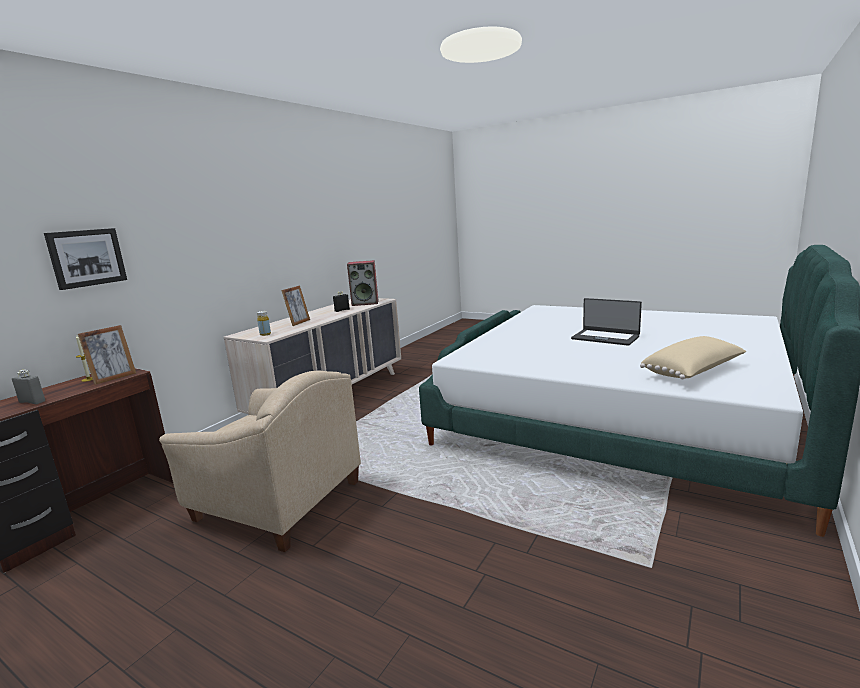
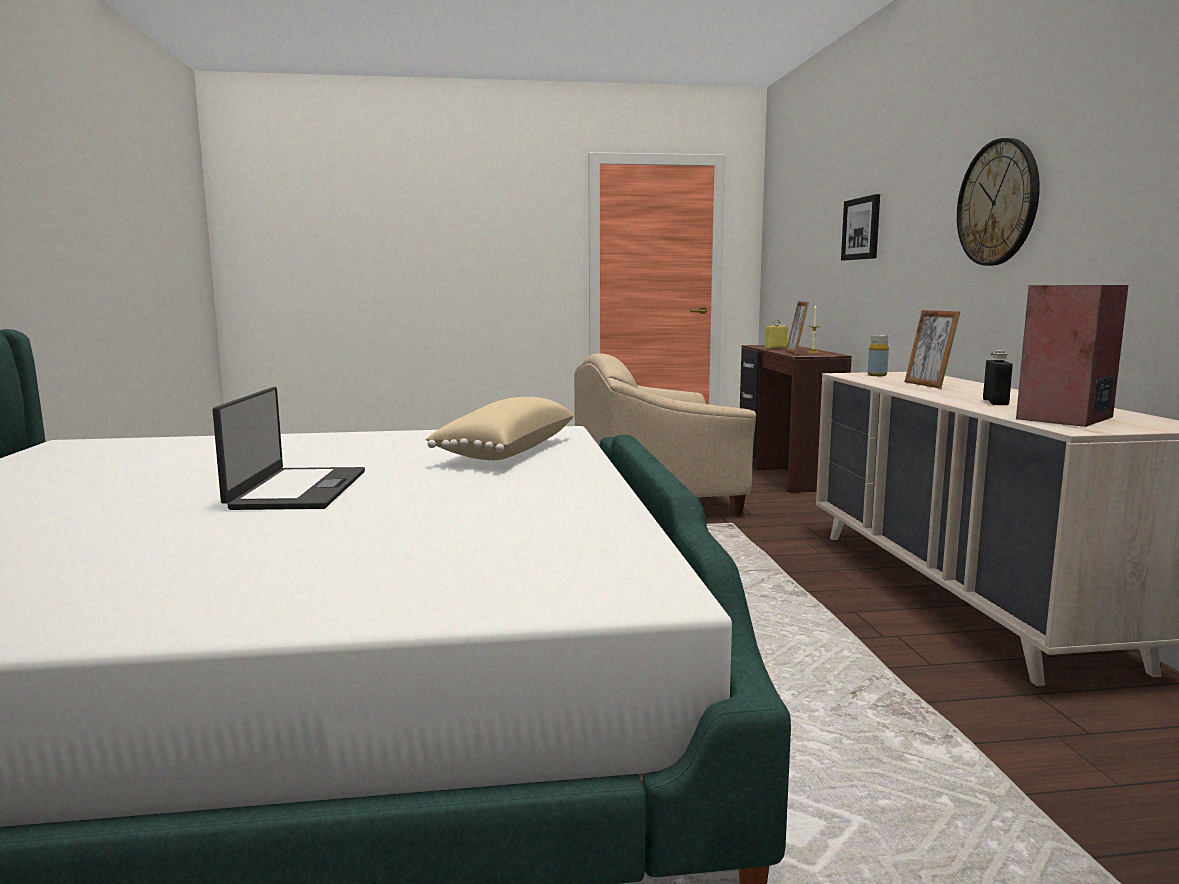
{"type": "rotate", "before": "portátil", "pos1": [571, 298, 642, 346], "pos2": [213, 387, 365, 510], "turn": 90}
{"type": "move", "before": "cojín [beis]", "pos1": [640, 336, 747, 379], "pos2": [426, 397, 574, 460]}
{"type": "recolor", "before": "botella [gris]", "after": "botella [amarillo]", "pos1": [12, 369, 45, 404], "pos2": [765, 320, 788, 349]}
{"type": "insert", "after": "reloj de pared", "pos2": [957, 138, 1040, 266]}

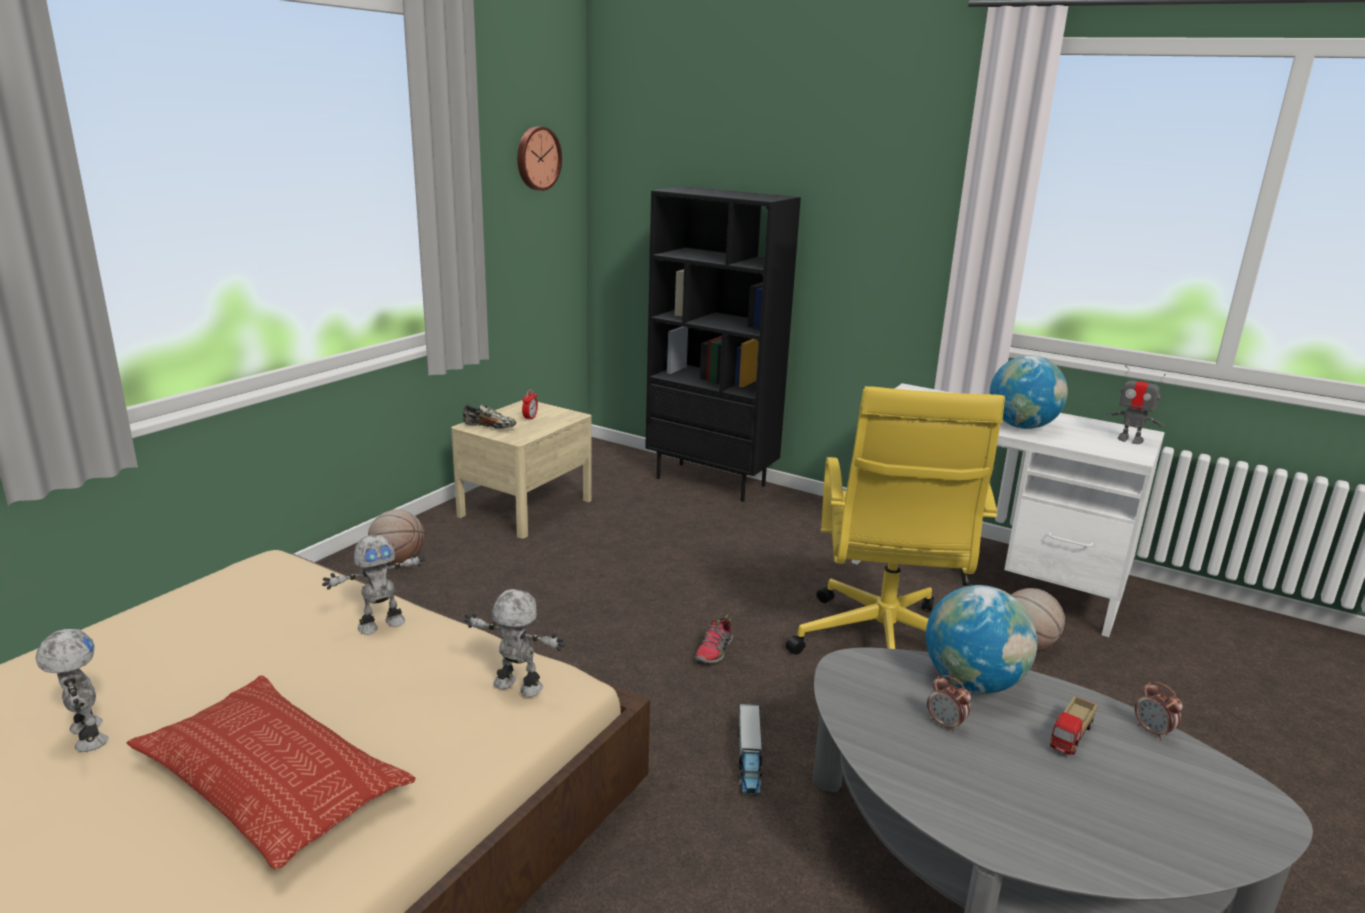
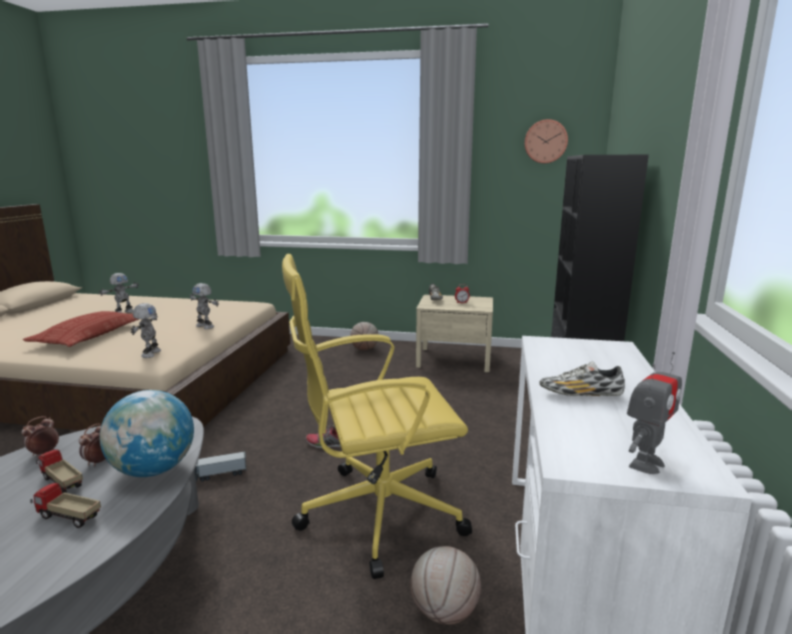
{"type": "replace", "before": "globo terráqueo", "after": "zapato", "pos1": [990, 356, 1068, 429], "pos2": [539, 361, 625, 396]}
{"type": "rotate", "before": "robot de juguete", "pos1": [1106, 365, 1166, 444], "pos2": [627, 352, 682, 474], "turn": -150}
{"type": "move", "before": "despertador", "pos1": [1135, 682, 1183, 740], "pos2": [21, 416, 59, 457]}
{"type": "insert", "after": "camión de juguete", "pos2": [36, 449, 83, 493]}

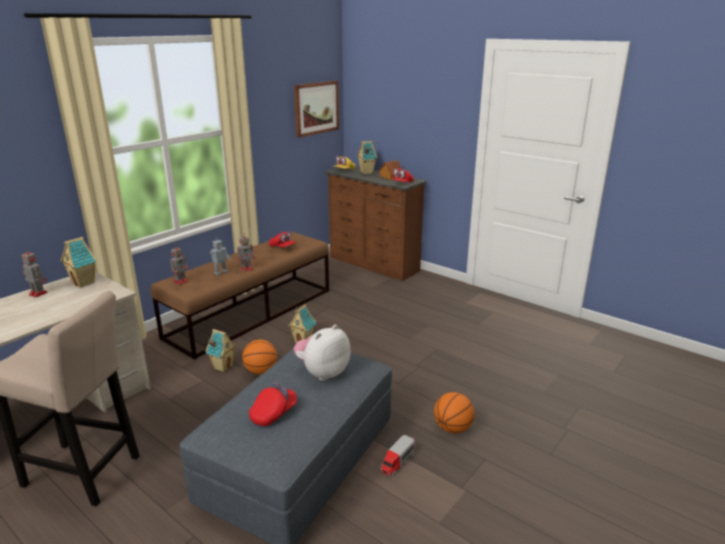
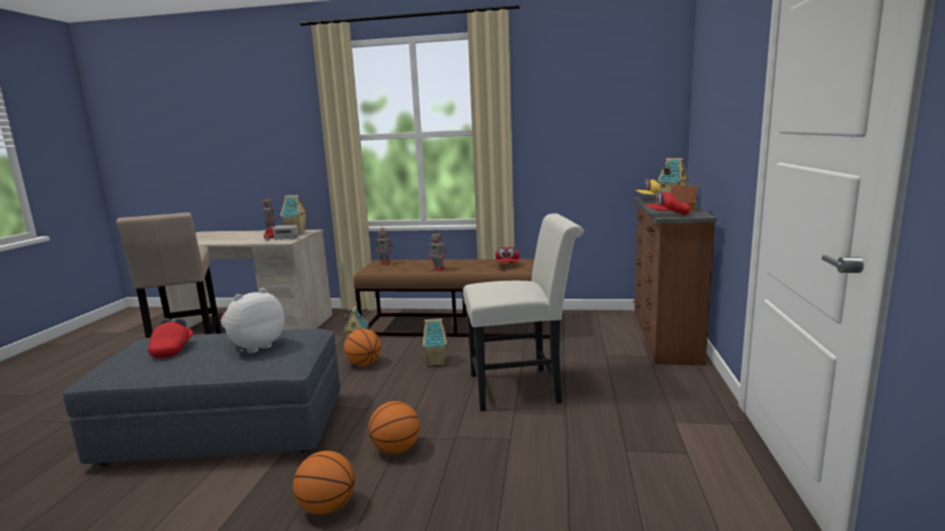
{"type": "delete", "before": "cuadro", "pos1": [294, 81, 339, 138]}
{"type": "delete", "before": "robot de juguete", "pos1": [210, 237, 231, 276]}
{"type": "rotate", "before": "peluche", "pos1": [294, 325, 351, 381], "pos2": [221, 288, 285, 353], "turn": -60}
{"type": "rotate", "before": "gorra [rojo]", "pos1": [249, 382, 297, 426], "pos2": [148, 318, 193, 358], "turn": -105}
{"type": "move", "before": "camión de juguete", "pos1": [381, 435, 415, 475], "pos2": [264, 225, 299, 240]}
{"type": "insert", "after": "silla [blanco]", "pos2": [463, 213, 584, 411]}
{"type": "insert", "after": "balón de baloncesto", "pos2": [369, 401, 420, 454]}

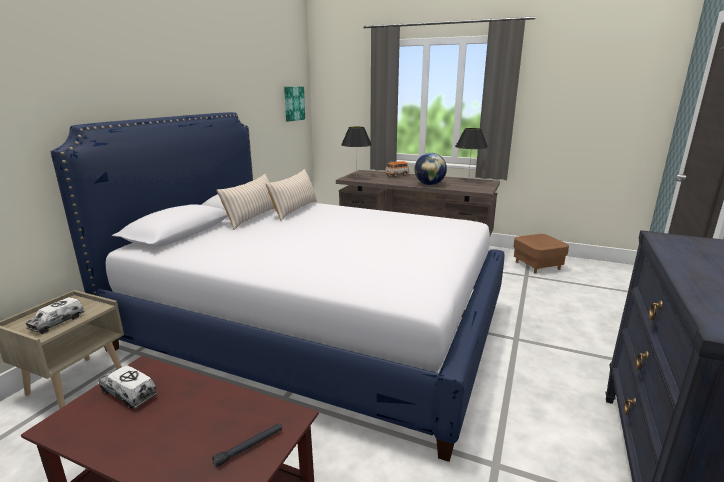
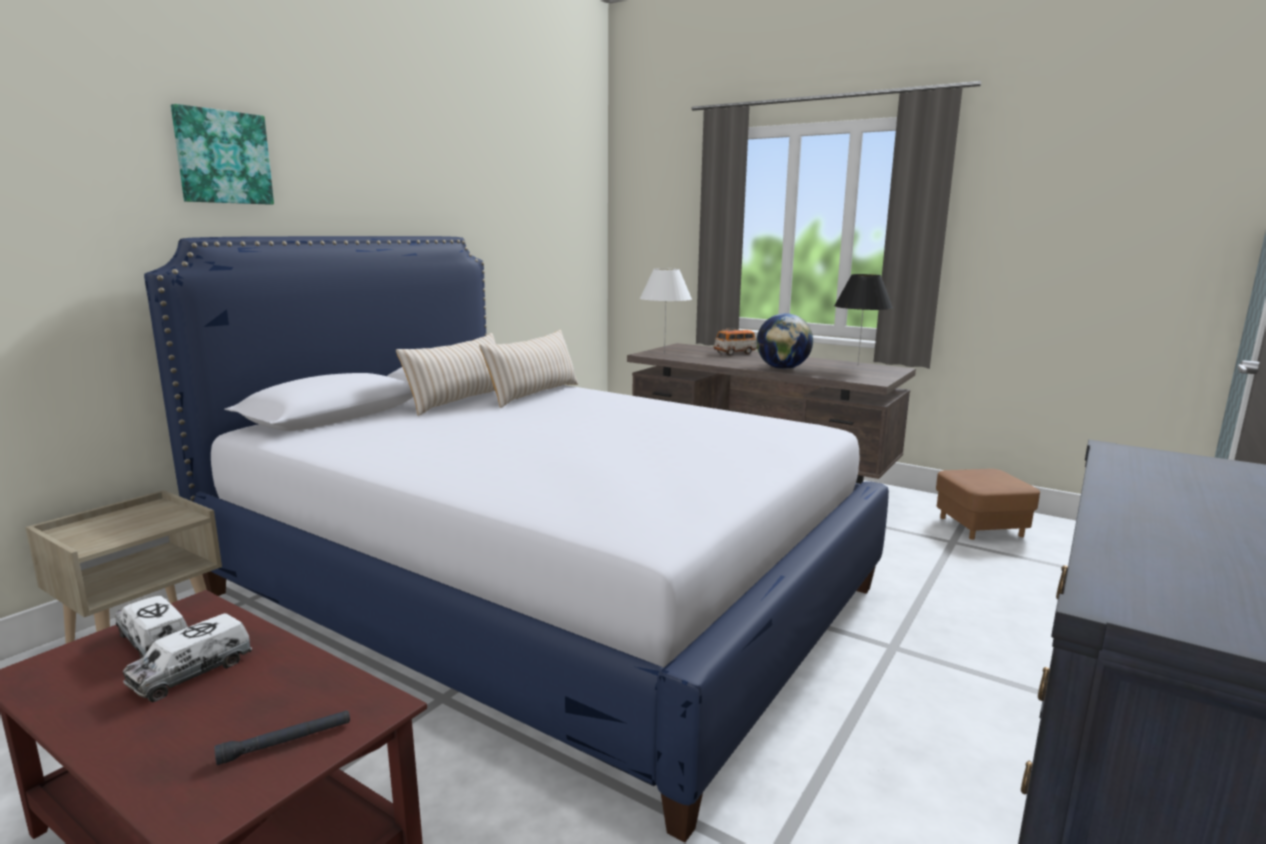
{"type": "move", "before": "cuadro", "pos1": [284, 87, 305, 122], "pos2": [171, 104, 274, 205]}
{"type": "recolor", "before": "lámpara de mesa [negro]", "after": "lámpara de mesa [blanco]", "pos1": [341, 127, 372, 166], "pos2": [640, 268, 692, 353]}
{"type": "move", "before": "camión de juguete", "pos1": [26, 297, 84, 334], "pos2": [123, 613, 252, 702]}

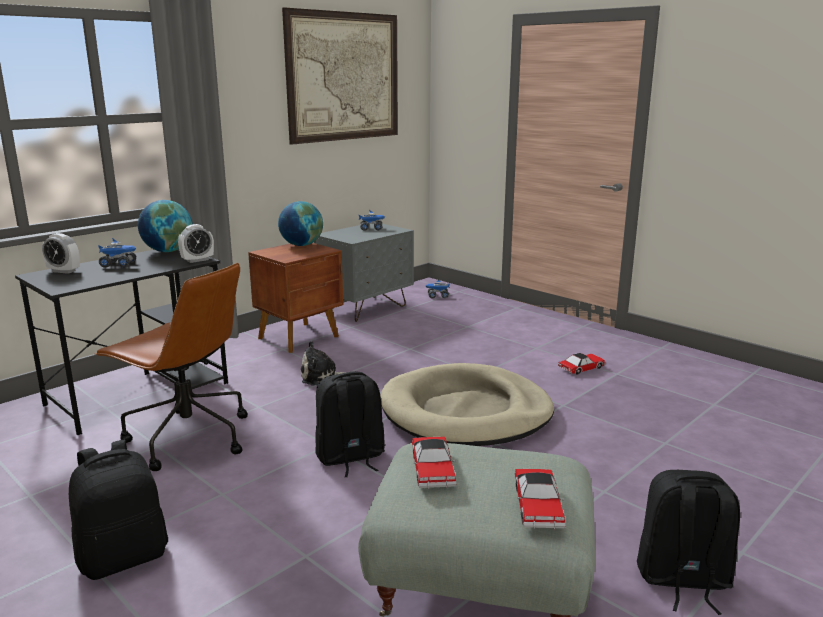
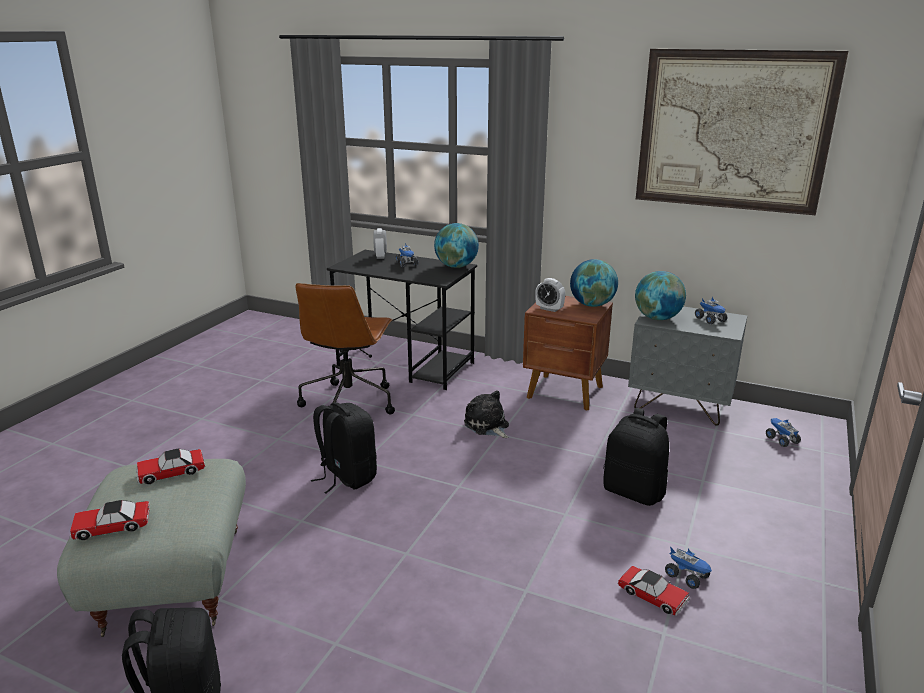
{"type": "move", "before": "despertador", "pos1": [178, 224, 214, 263], "pos2": [535, 278, 565, 312]}
{"type": "delete", "before": "cama para perro [beis]", "pos1": [380, 363, 554, 446]}
{"type": "move", "before": "mochila [negro]", "pos1": [69, 439, 168, 580], "pos2": [603, 408, 669, 506]}
{"type": "insert", "after": "globo terráqueo", "pos2": [635, 271, 686, 320]}
{"type": "insert", "after": "camión de juguete", "pos2": [665, 546, 712, 589]}

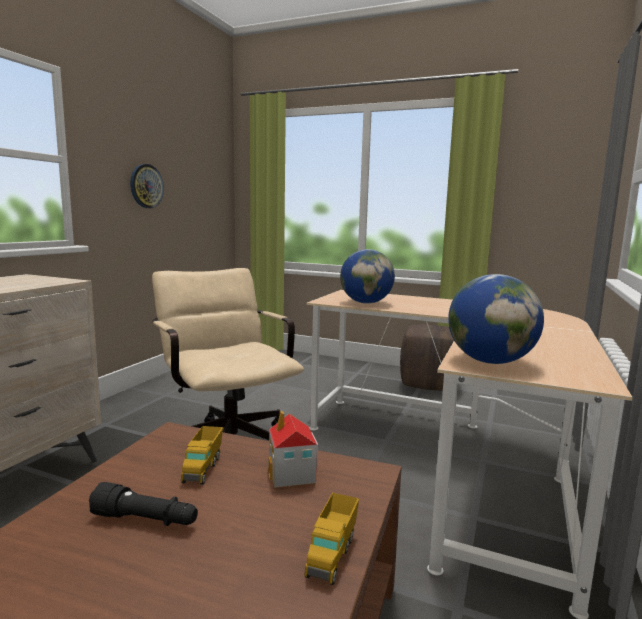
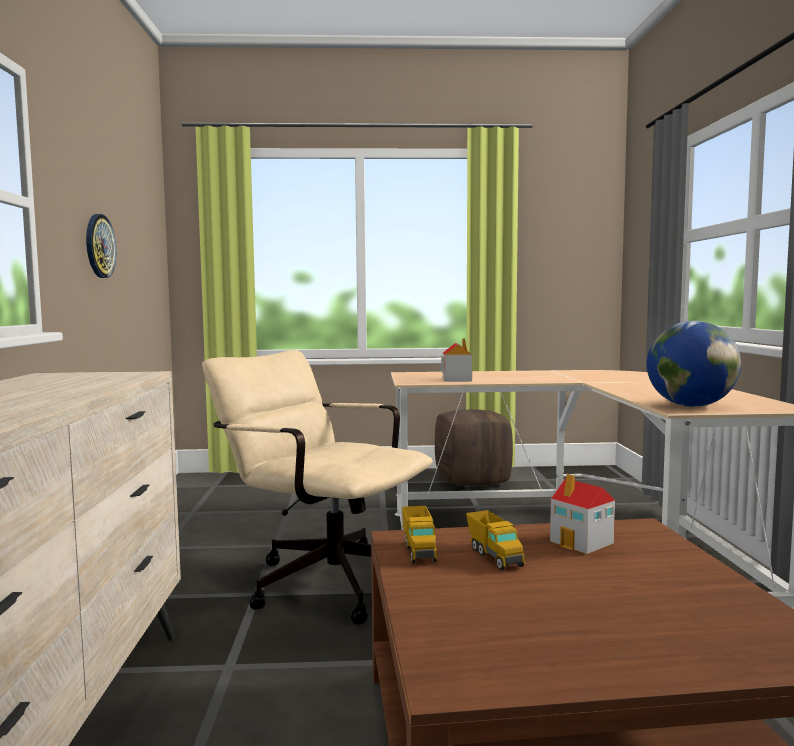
{"type": "replace", "before": "globo terráqueo", "after": "casita", "pos1": [340, 249, 395, 304], "pos2": [441, 338, 472, 382]}
{"type": "delete", "before": "linterna [negro]", "pos1": [89, 482, 198, 526]}
{"type": "move", "before": "camión de juguete", "pos1": [304, 493, 359, 585], "pos2": [402, 506, 437, 563]}

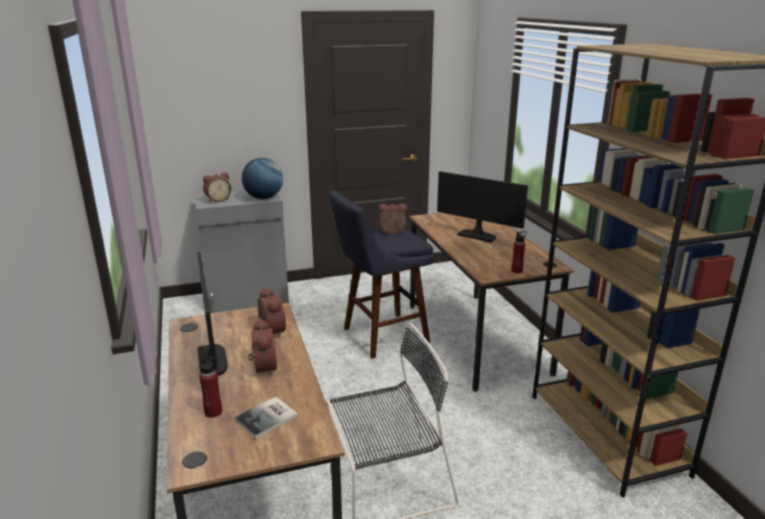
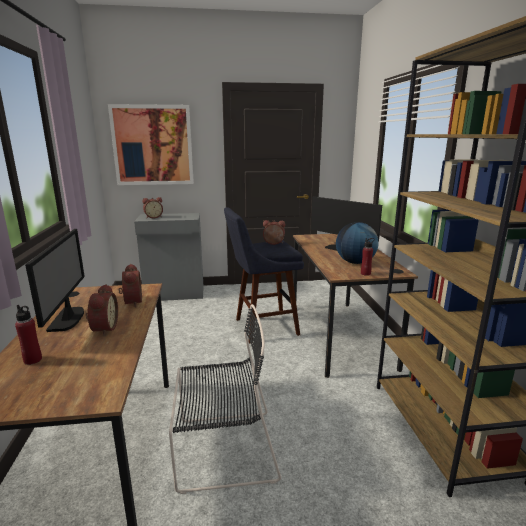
{"type": "move", "before": "globo terráqueo", "pos1": [242, 158, 283, 199], "pos2": [336, 222, 378, 264]}
{"type": "delete", "before": "libro", "pos1": [235, 397, 298, 438]}
{"type": "insert", "after": "cuadro", "pos2": [108, 104, 194, 185]}

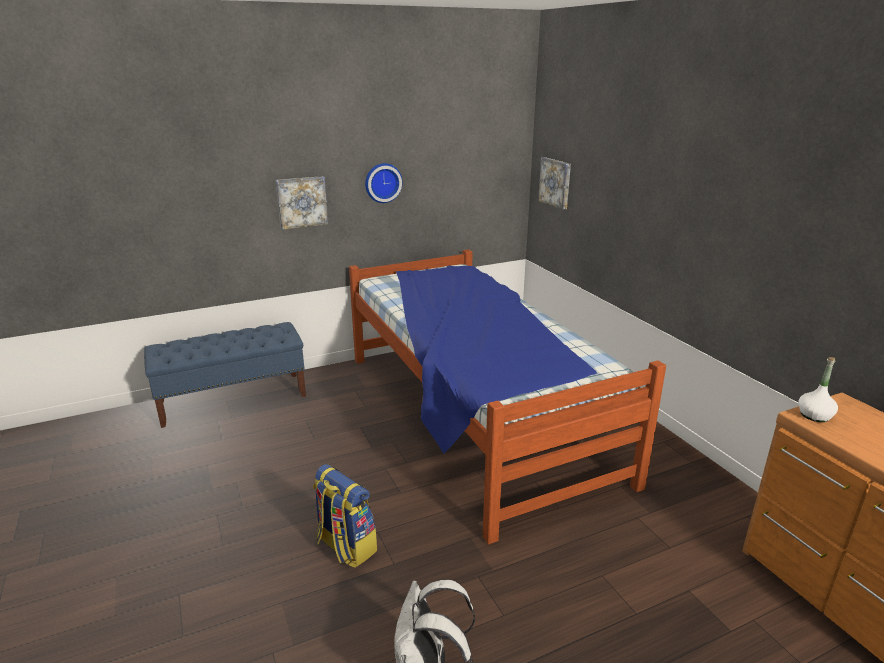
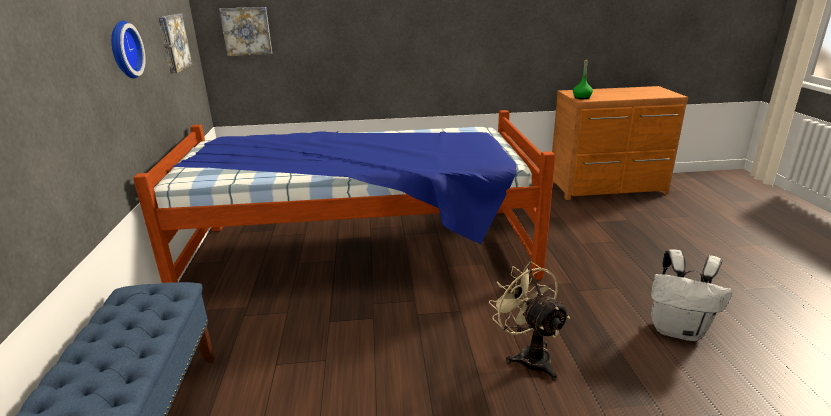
{"type": "move", "before": "cuadro", "pos1": [275, 176, 328, 229], "pos2": [158, 14, 192, 73]}
{"type": "recolor", "before": "botella [blanco]", "after": "botella [verde]", "pos1": [798, 357, 838, 422], "pos2": [573, 60, 593, 99]}
{"type": "replace", "before": "mochila", "after": "ventilador [beis]", "pos1": [313, 464, 377, 568], "pos2": [489, 262, 570, 380]}

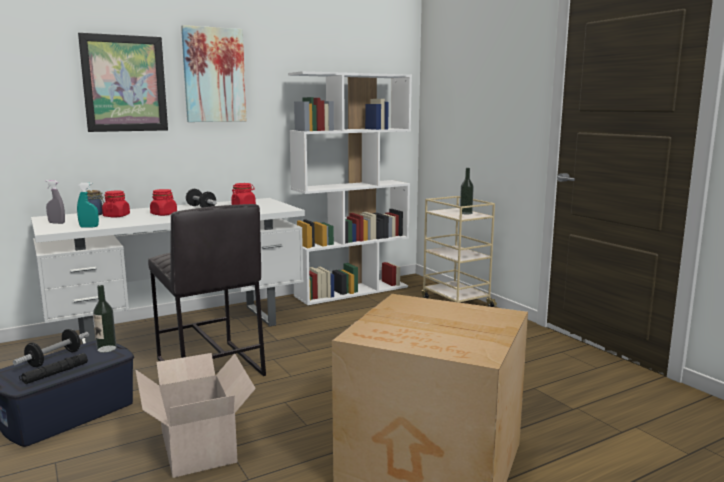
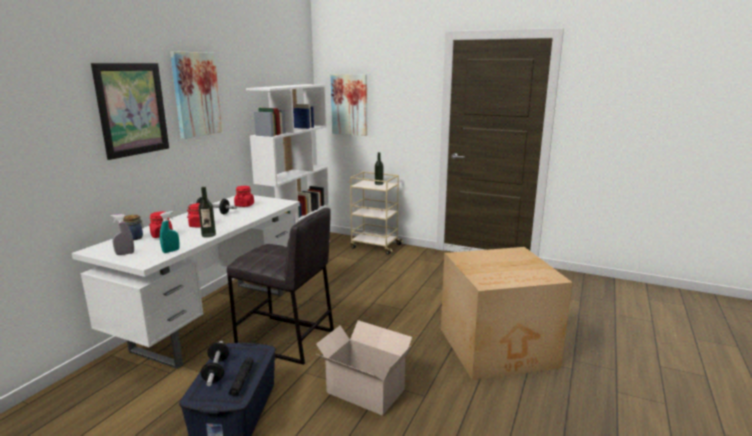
{"type": "move", "before": "botella", "pos1": [93, 285, 117, 353], "pos2": [198, 187, 216, 238]}
{"type": "insert", "after": "cuadro", "pos2": [331, 74, 367, 136]}

